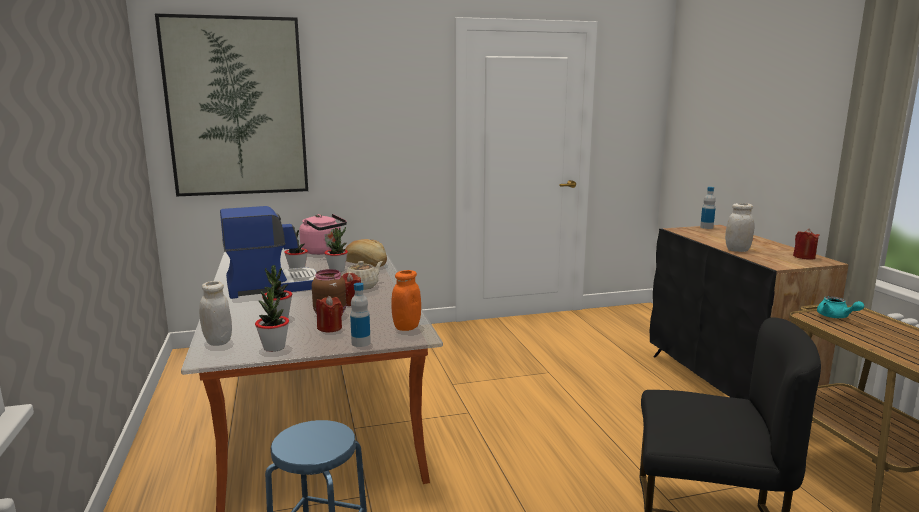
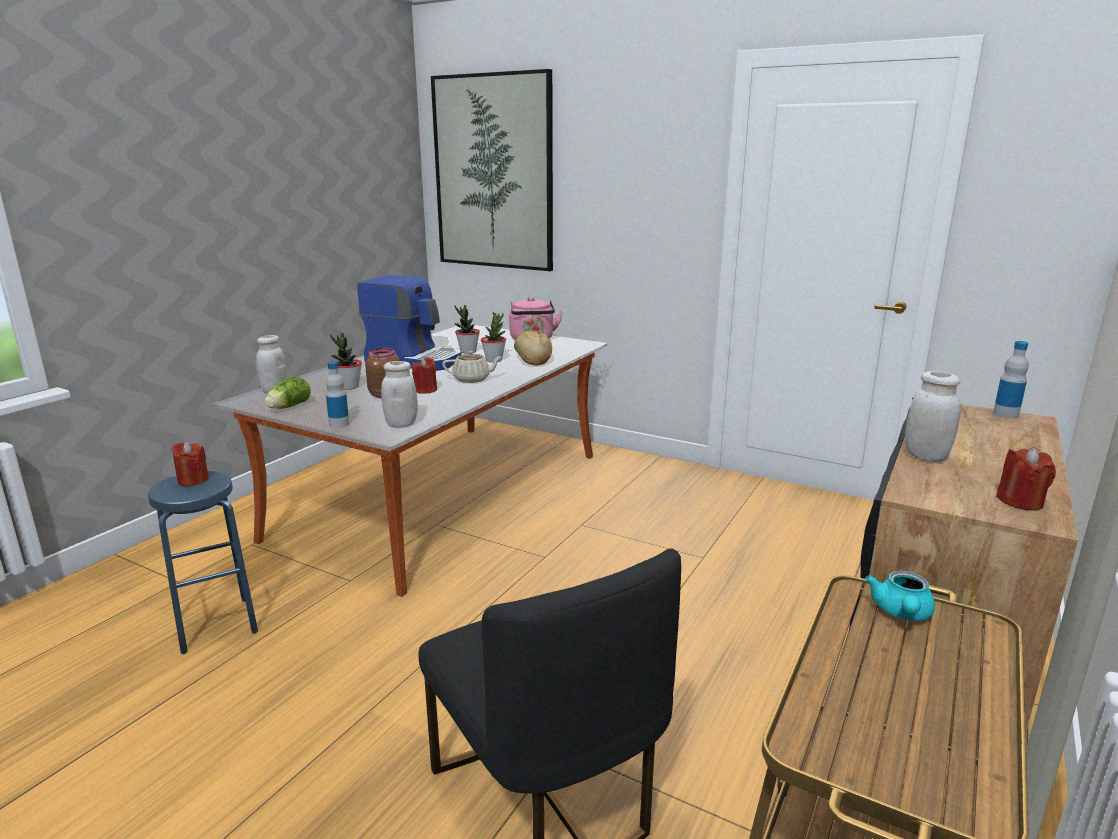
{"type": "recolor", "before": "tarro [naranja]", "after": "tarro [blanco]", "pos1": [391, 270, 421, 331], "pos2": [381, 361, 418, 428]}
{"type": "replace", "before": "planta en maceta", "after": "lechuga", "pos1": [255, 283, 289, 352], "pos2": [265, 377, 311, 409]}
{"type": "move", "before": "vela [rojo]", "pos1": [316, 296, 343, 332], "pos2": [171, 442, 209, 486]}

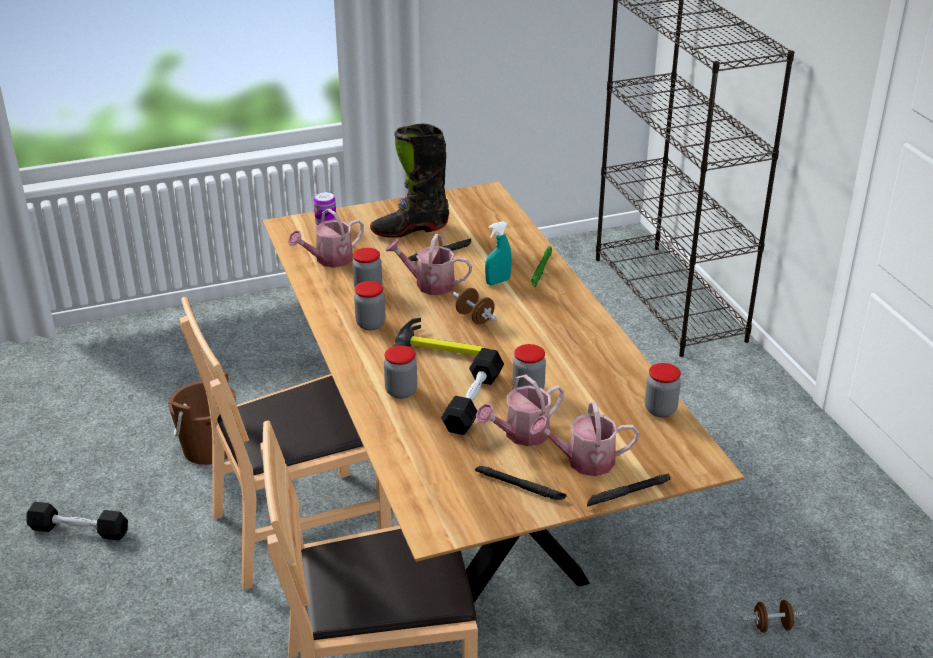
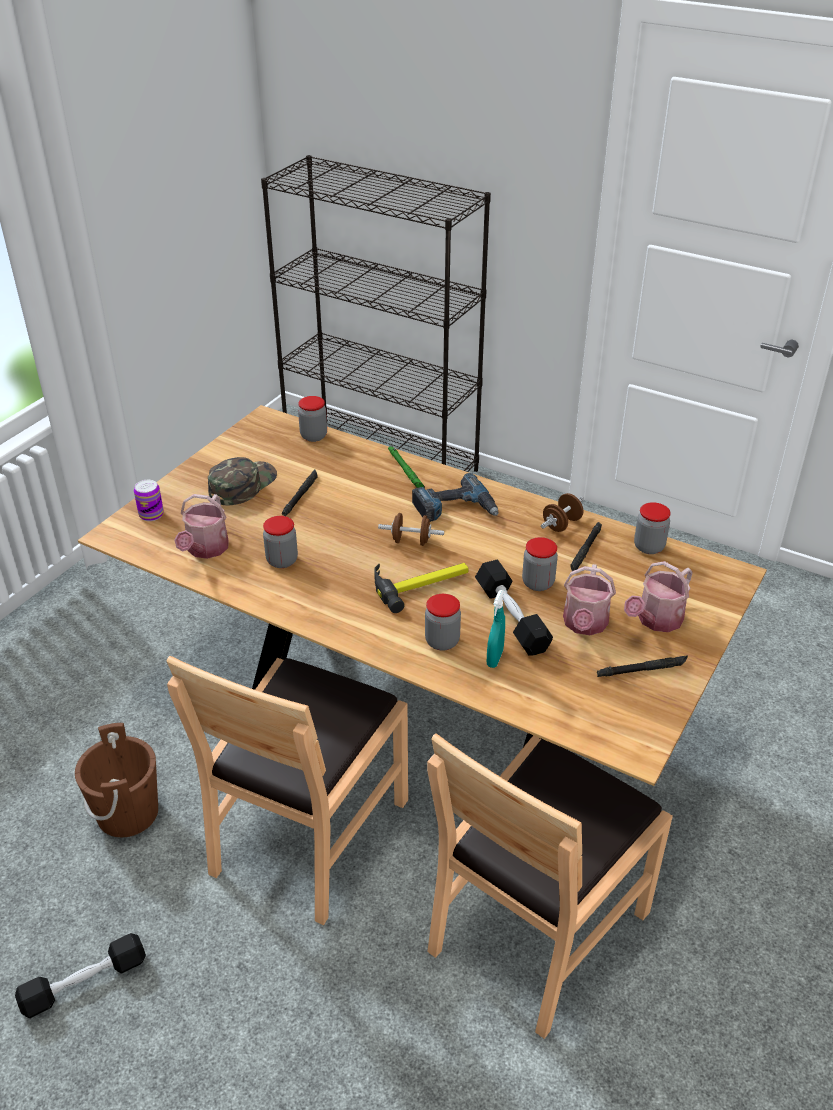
{"type": "replace", "before": "bota [negro]", "after": "gorra [verde]", "pos1": [370, 124, 449, 238], "pos2": [208, 457, 277, 505]}
{"type": "move", "before": "pulverizador [turquesa]", "pos1": [485, 221, 512, 285], "pos2": [487, 590, 505, 668]}
{"type": "delete", "before": "regadera", "pos1": [385, 234, 472, 295]}
{"type": "move", "before": "tarro", "pos1": [354, 281, 385, 330], "pos2": [298, 396, 327, 442]}
{"type": "move", "before": "linterna [negro]", "pos1": [587, 473, 671, 507], "pos2": [571, 522, 602, 571]}
{"type": "move", "before": "mancuerna [marrón]", "pos1": [742, 600, 806, 633], "pos2": [541, 493, 584, 532]}
{"type": "insert", "after": "taladro", "pos2": [412, 473, 499, 522]}

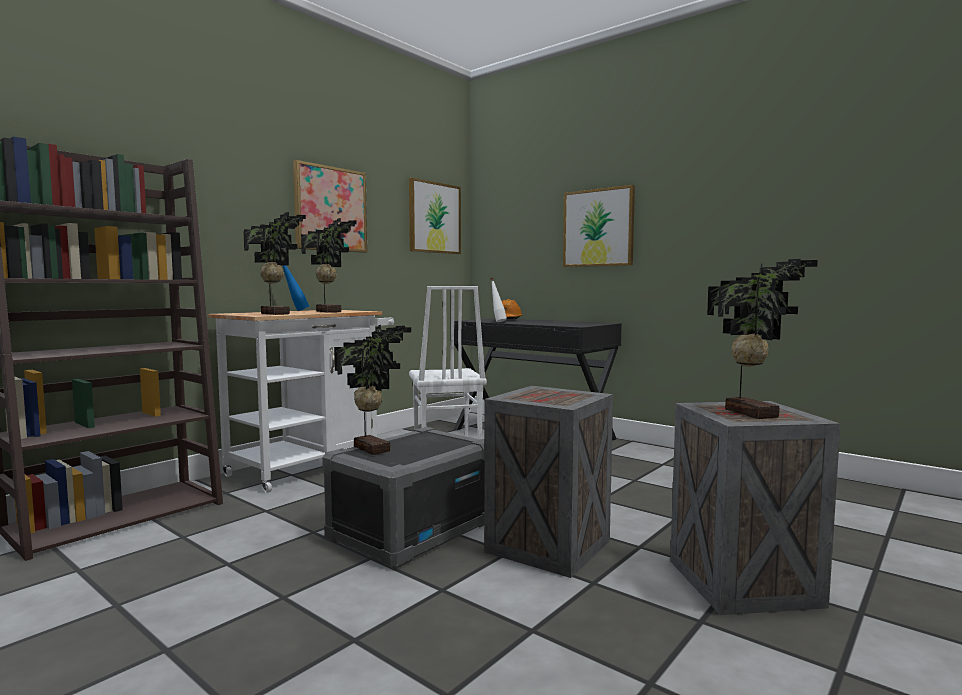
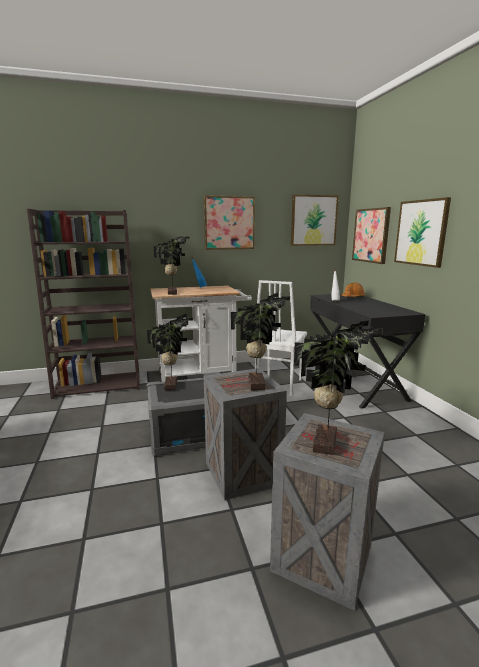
{"type": "move", "before": "planta en maceta", "pos1": [301, 218, 357, 313], "pos2": [231, 293, 290, 390]}
{"type": "insert", "after": "cuadro", "pos2": [352, 207, 391, 264]}

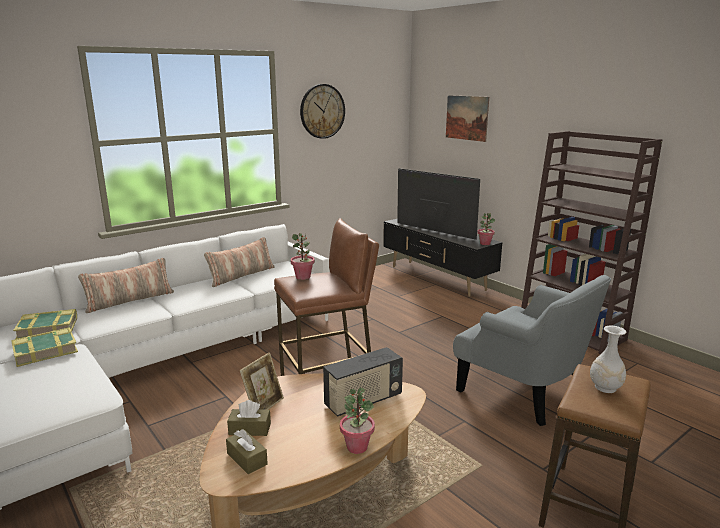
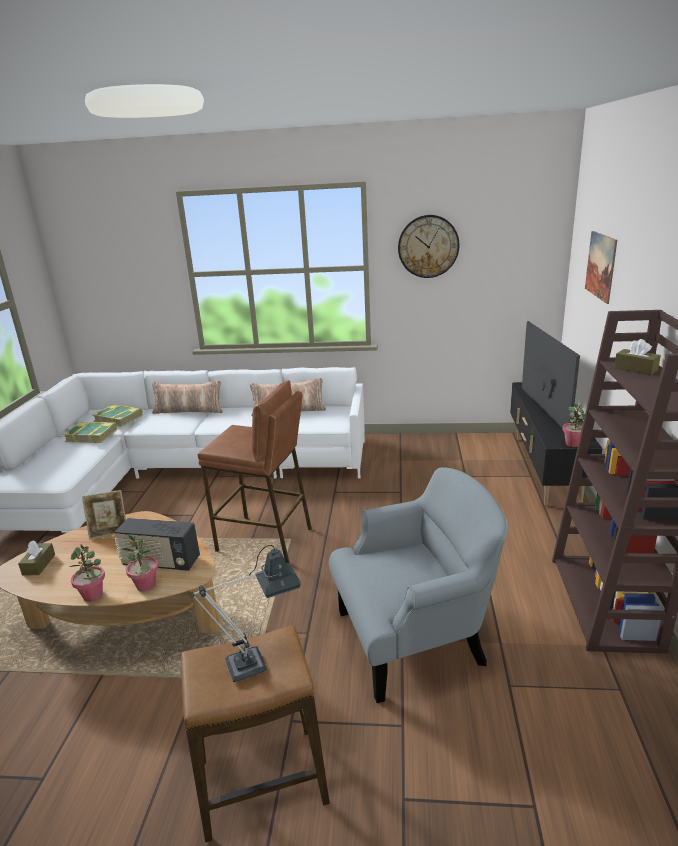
{"type": "move", "before": "planta en maceta", "pos1": [290, 233, 315, 280], "pos2": [121, 535, 158, 592]}
{"type": "rotate", "before": "sillón [gris]", "pos1": [453, 275, 611, 426], "pos2": [329, 467, 508, 703], "turn": -105}
{"type": "replace", "before": "florero [blanco]", "after": "lámpara de mesa", "pos1": [590, 326, 626, 393], "pos2": [190, 545, 301, 682]}
{"type": "move", "before": "caja de pañuelos [marrón]", "pos1": [227, 400, 271, 436], "pos2": [614, 339, 661, 375]}

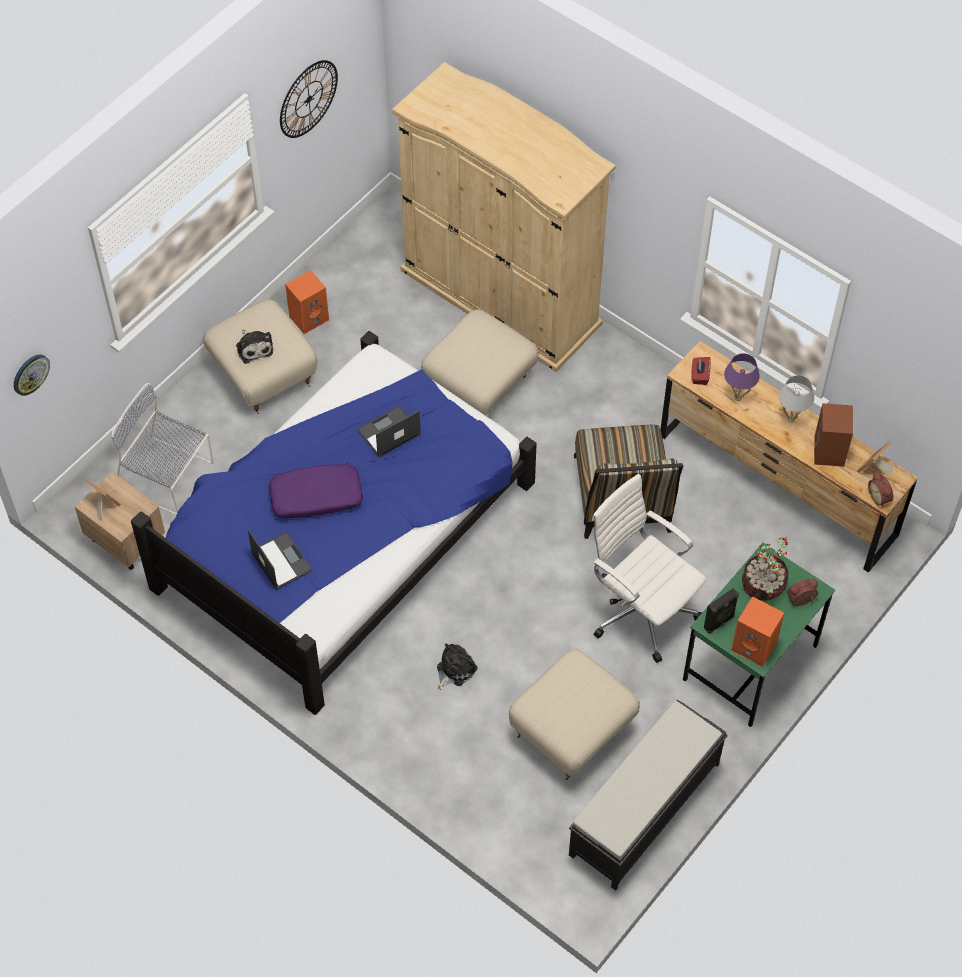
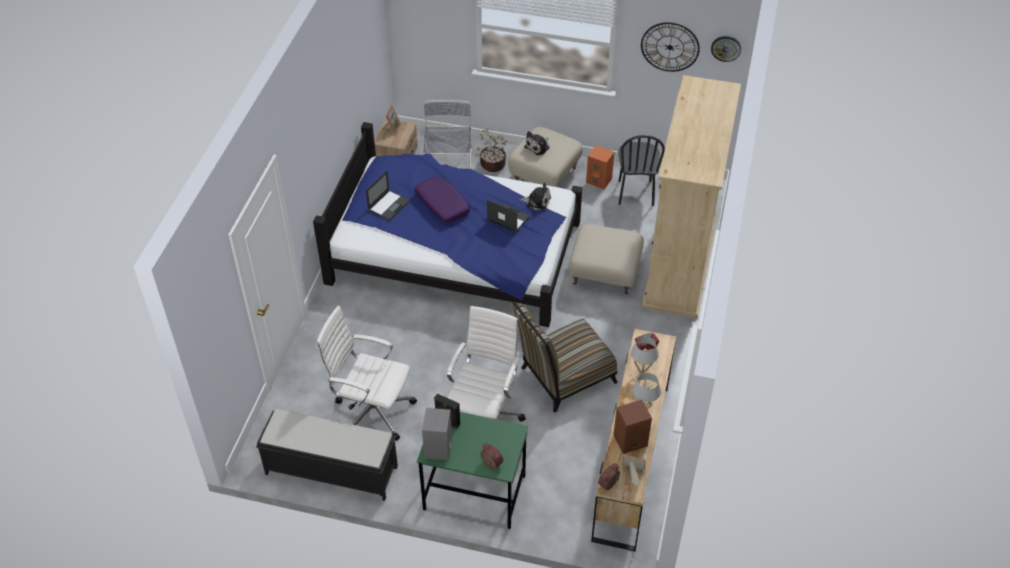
{"type": "recolor", "before": "lámpara de mesa [morado]", "after": "lámpara de mesa [blanco]", "pos1": [724, 353, 760, 401], "pos2": [631, 336, 659, 375]}
{"type": "move", "before": "reloj de pared", "pos1": [14, 355, 50, 396], "pos2": [711, 36, 741, 62]}
{"type": "move", "before": "planta en maceta", "pos1": [742, 537, 788, 601], "pos2": [476, 129, 506, 172]}
{"type": "recolor", "before": "altavoz [naranja]", "after": "altavoz [gris]", "pos1": [731, 597, 784, 667], "pos2": [422, 408, 452, 460]}
{"type": "move", "before": "peluche", "pos1": [437, 643, 478, 690], "pos2": [520, 183, 551, 211]}
{"type": "replace", "before": "puf [beis]", "after": "silla de oficina [blanco]", "pos1": [509, 649, 640, 780], "pos2": [317, 306, 417, 441]}
{"type": "insert", "after": "silla [negro]", "pos2": [618, 135, 665, 206]}

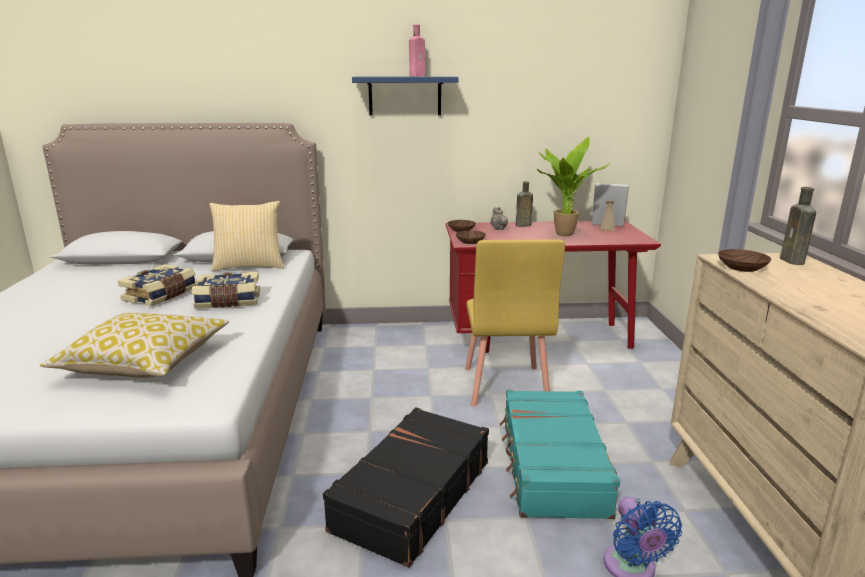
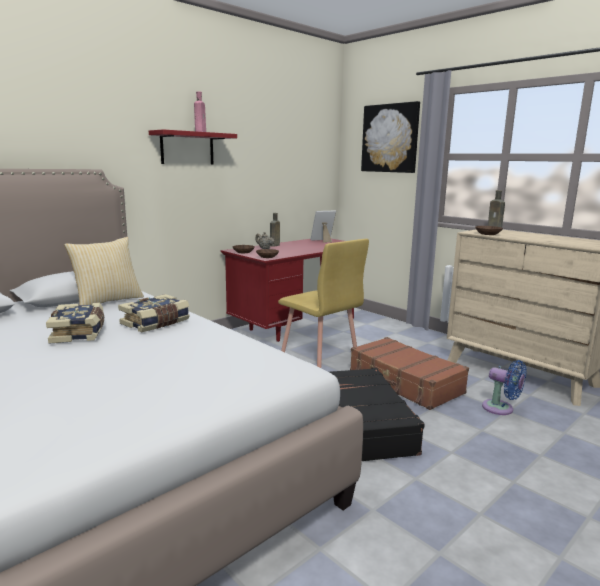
{"type": "recolor", "before": "estante [azul]", "after": "estante [rojo]", "pos1": [352, 77, 458, 115], "pos2": [149, 129, 237, 164]}
{"type": "delete", "before": "planta en maceta", "pos1": [537, 137, 610, 236]}
{"type": "delete", "before": "cojín", "pos1": [40, 313, 229, 378]}
{"type": "recolor", "before": "maleta [turquesa]", "after": "maleta [marrón]", "pos1": [500, 390, 620, 519], "pos2": [350, 337, 469, 410]}
{"type": "insert", "after": "cuadro", "pos2": [361, 101, 420, 173]}

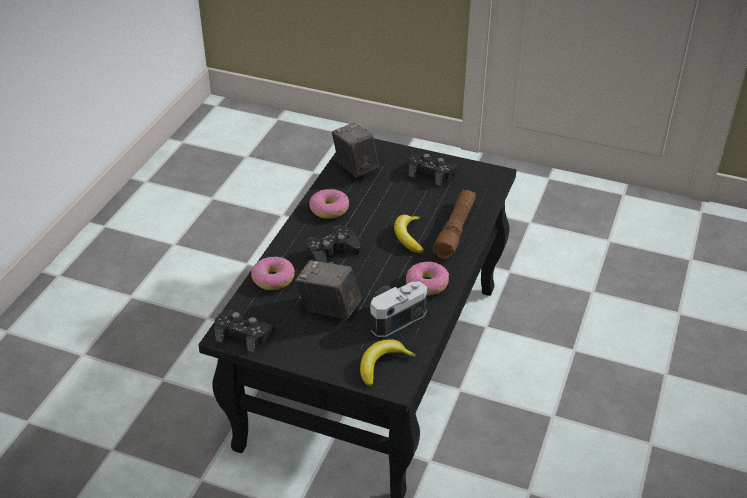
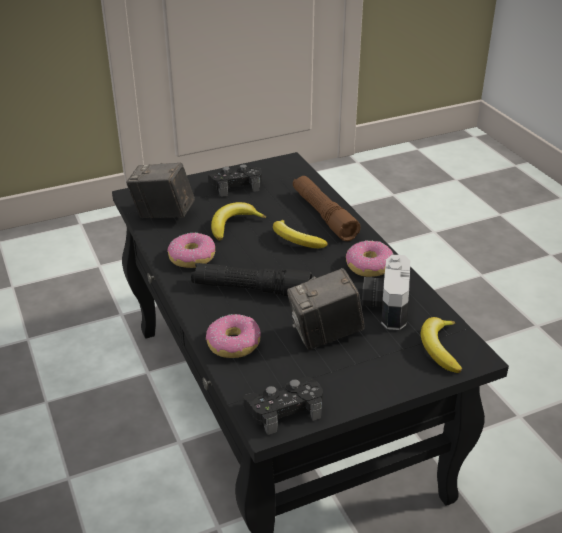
{"type": "replace", "before": "mando de consola [negro]", "after": "linterna [negro]", "pos1": [307, 225, 361, 263], "pos2": [191, 263, 312, 296]}
{"type": "insert", "after": "plátano", "pos2": [211, 202, 266, 240]}

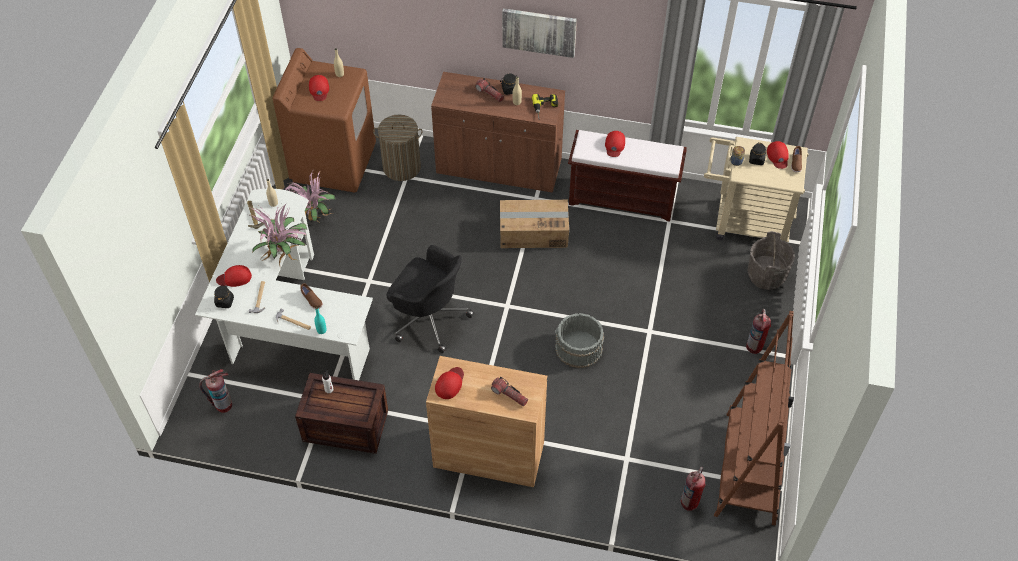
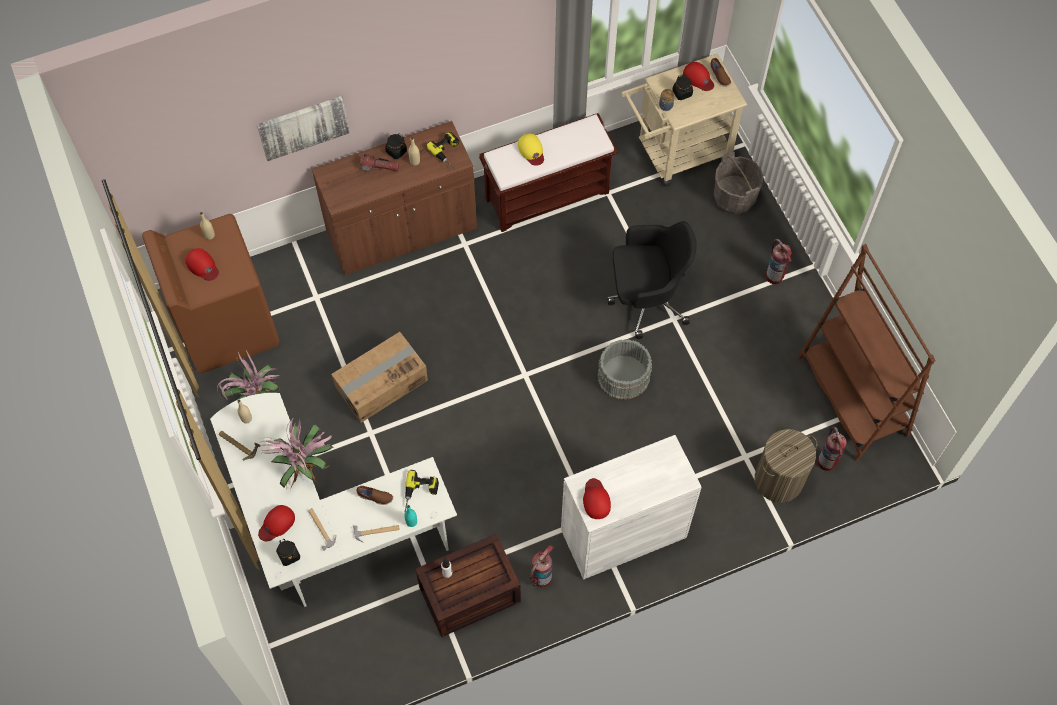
{"type": "move", "before": "cuadro", "pos1": [502, 8, 577, 58], "pos2": [257, 96, 350, 161]}
{"type": "move", "before": "cesto de la ropa", "pos1": [373, 115, 423, 181], "pos2": [755, 429, 817, 503]}
{"type": "recolor", "before": "gorra [rojo]", "after": "gorra [amarillo]", "pos1": [605, 131, 625, 157], "pos2": [518, 134, 544, 166]}
{"type": "move", "before": "caja de cartón", "pos1": [500, 200, 569, 248], "pos2": [331, 332, 428, 423]}
{"type": "move", "before": "silla de oficina [negro]", "pos1": [387, 245, 474, 353], "pos2": [607, 221, 697, 339]}
{"type": "recolor", "before": "armario [marrón]", "after": "armario [blanco]", "pos1": [426, 356, 547, 487], "pos2": [561, 435, 702, 580]}
{"type": "move", "before": "extintor", "pos1": [199, 369, 232, 413], "pos2": [530, 545, 555, 587]}
{"type": "delete", "before": "linterna", "pos1": [491, 377, 528, 407]}
{"type": "insert", "after": "taladro", "pos2": [405, 470, 439, 512]}

